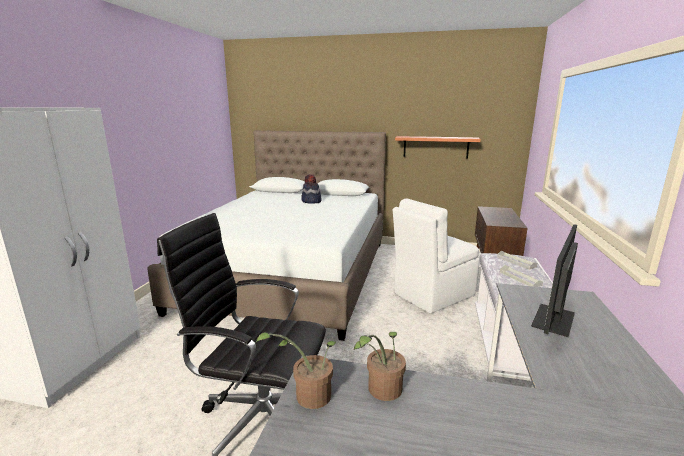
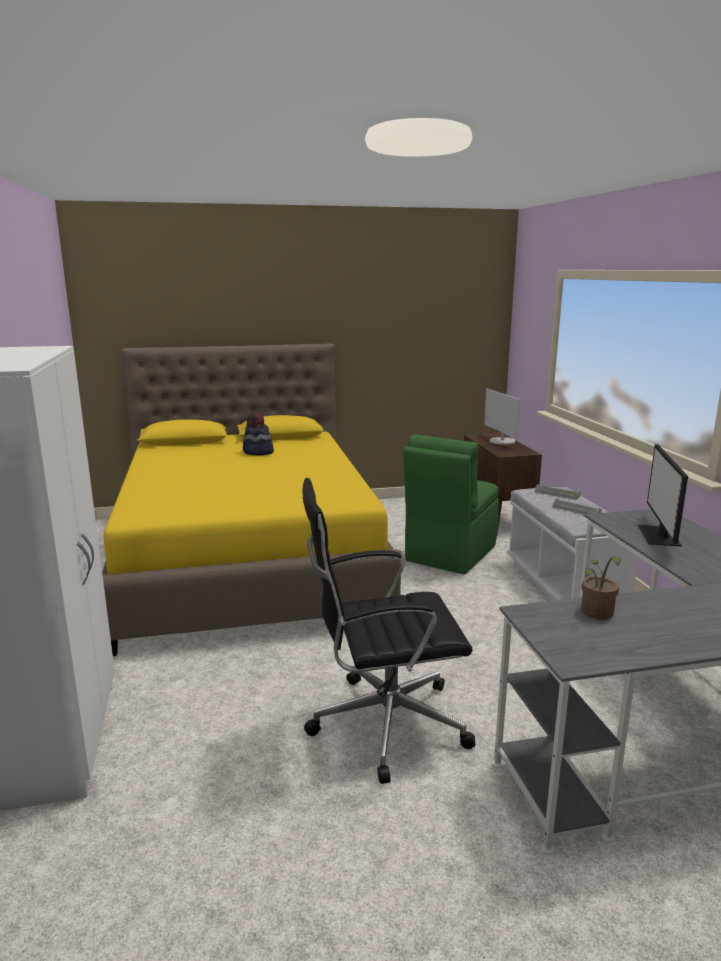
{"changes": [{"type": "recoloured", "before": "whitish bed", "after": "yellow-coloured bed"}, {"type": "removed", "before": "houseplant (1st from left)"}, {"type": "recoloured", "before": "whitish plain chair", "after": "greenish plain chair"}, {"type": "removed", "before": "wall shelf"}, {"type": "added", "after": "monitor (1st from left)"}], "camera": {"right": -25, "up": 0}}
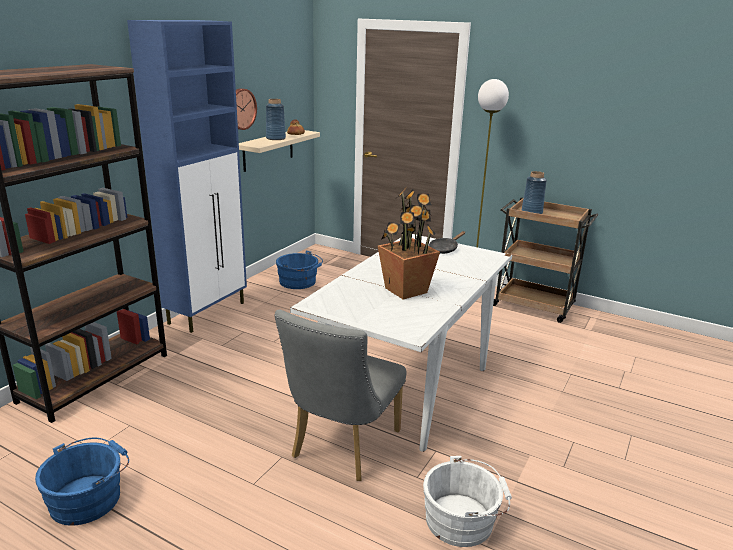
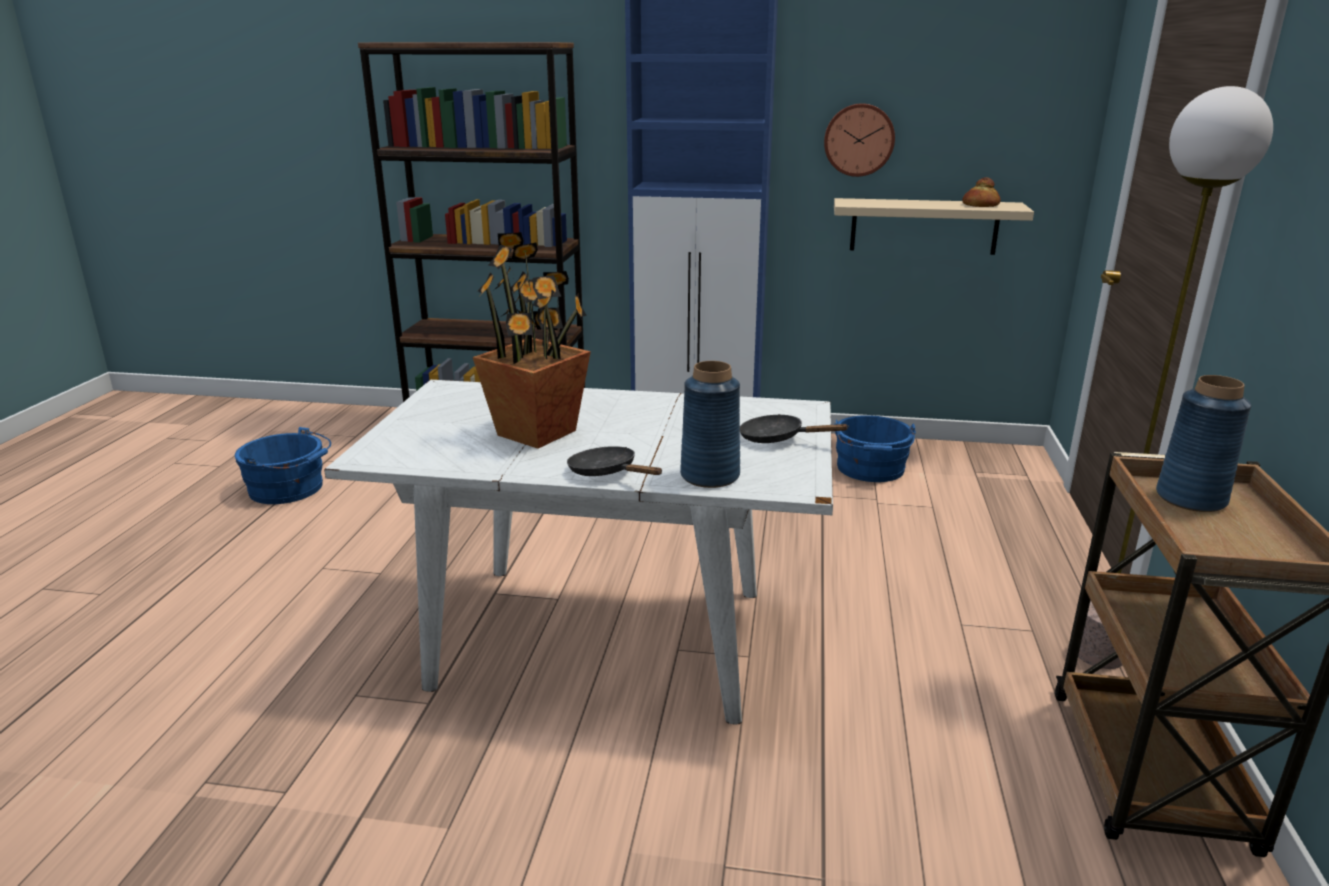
{"changes": [{"type": "moved", "before": "blue-coloured flower vase (1st from left)"}, {"type": "removed", "before": "grey plain chair"}, {"type": "removed", "before": "whitish water bucket"}, {"type": "added", "after": "black-coloured frying pan (1st from left)"}], "camera": {"right": 70, "up": 0}}
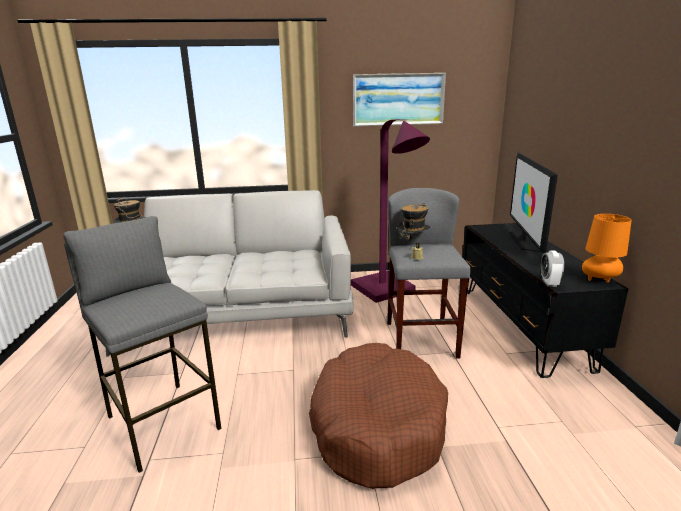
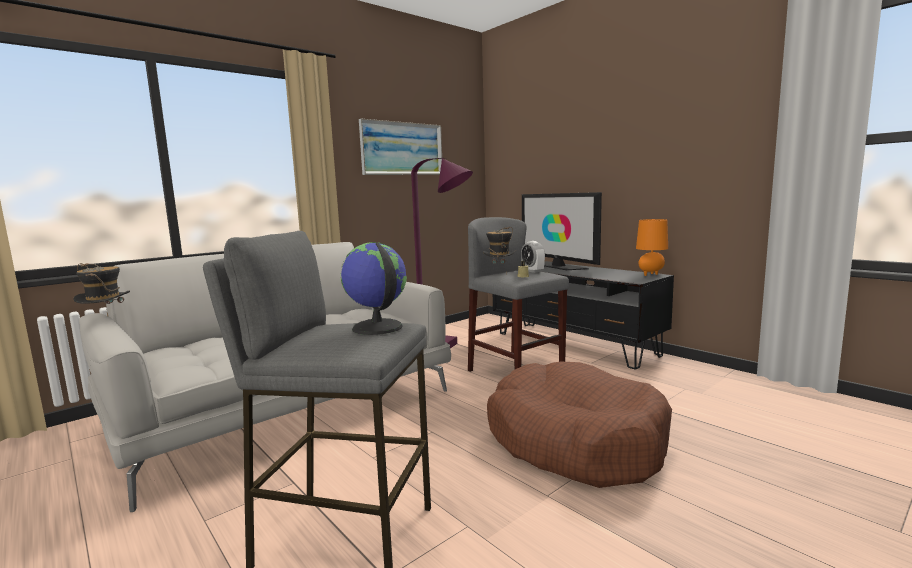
{"changes": [{"type": "moved", "before": "alarm clock"}, {"type": "added", "after": "world globe"}], "camera": {"right": -35, "up": -10}}
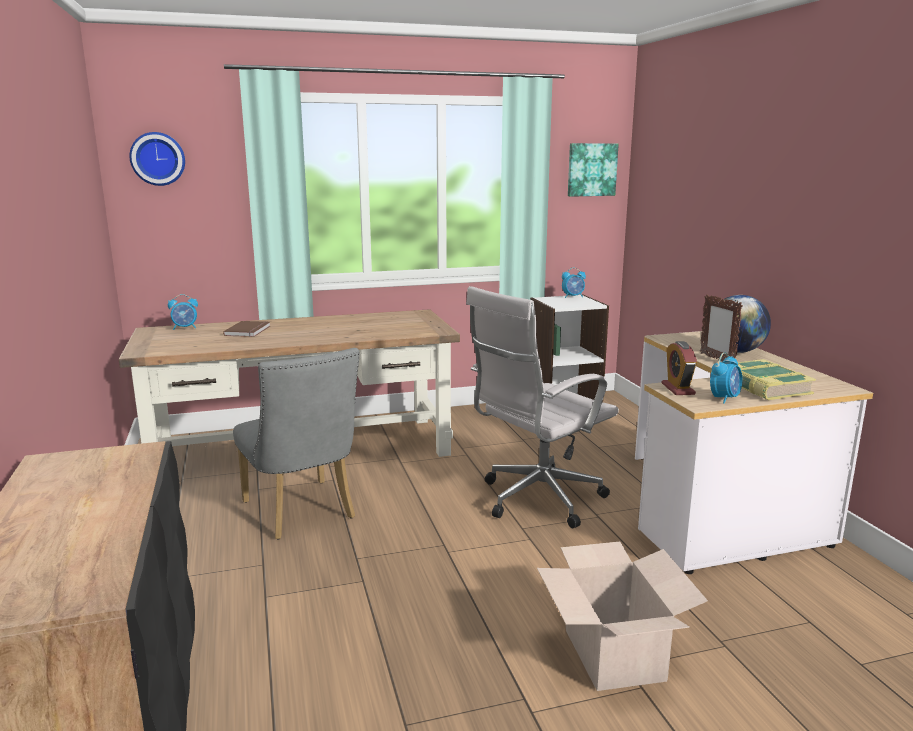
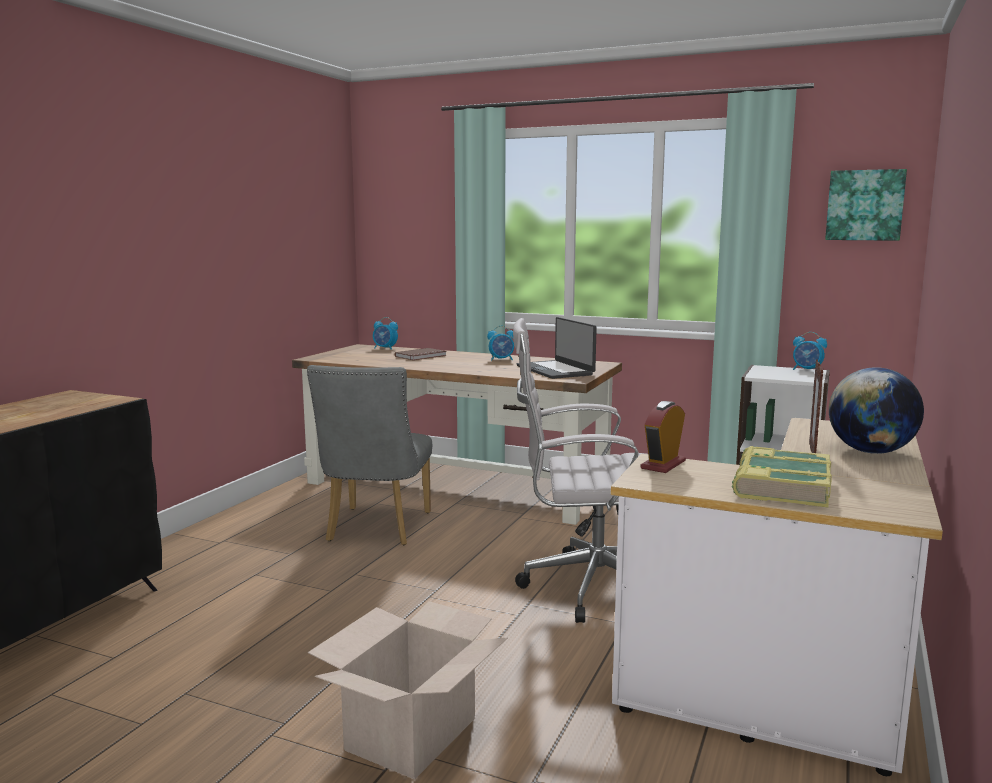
{"changes": [{"type": "removed", "before": "wall clock"}, {"type": "moved", "before": "alarm clock (4th from left in the first image)", "after": "alarm clock (2nd from left)"}, {"type": "added", "after": "notebook computer"}], "camera": {"right": 40, "up": -5}}
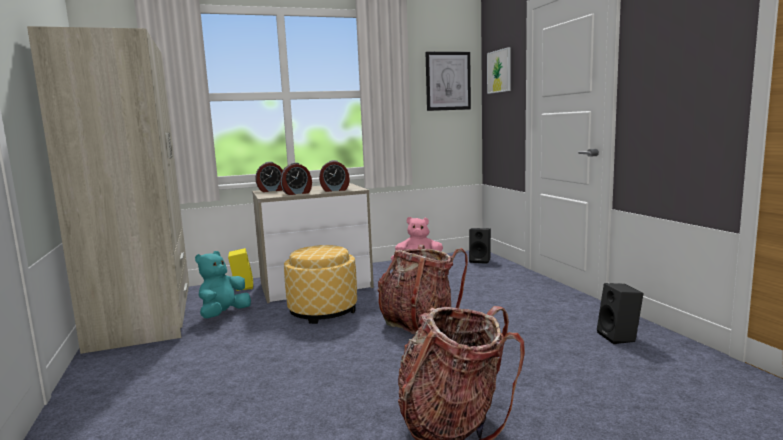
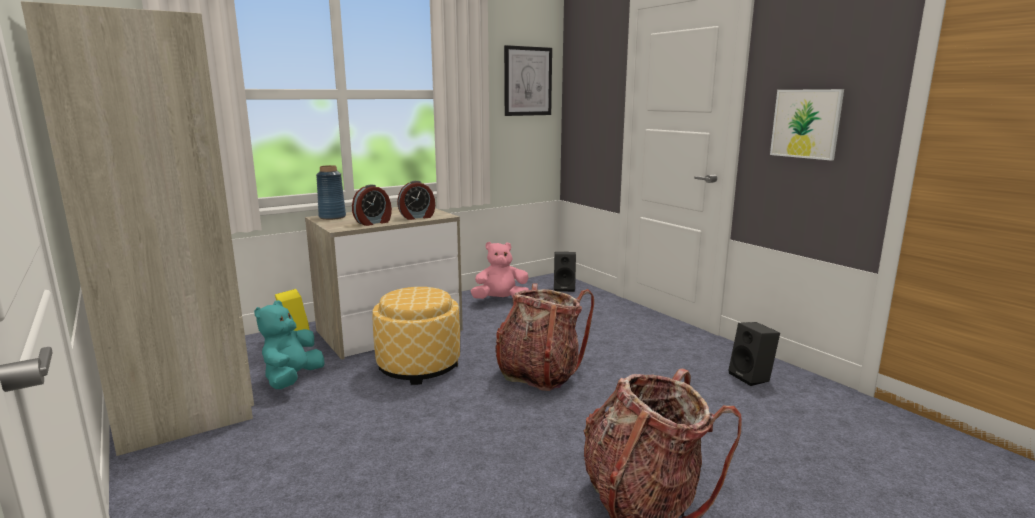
{"changes": [{"type": "replaced", "before": "alarm clock (1st from left)", "after": "blue-coloured flower vase"}, {"type": "moved", "before": "wall picture (2nd from left)"}], "camera": {"right": -15, "up": 5}}
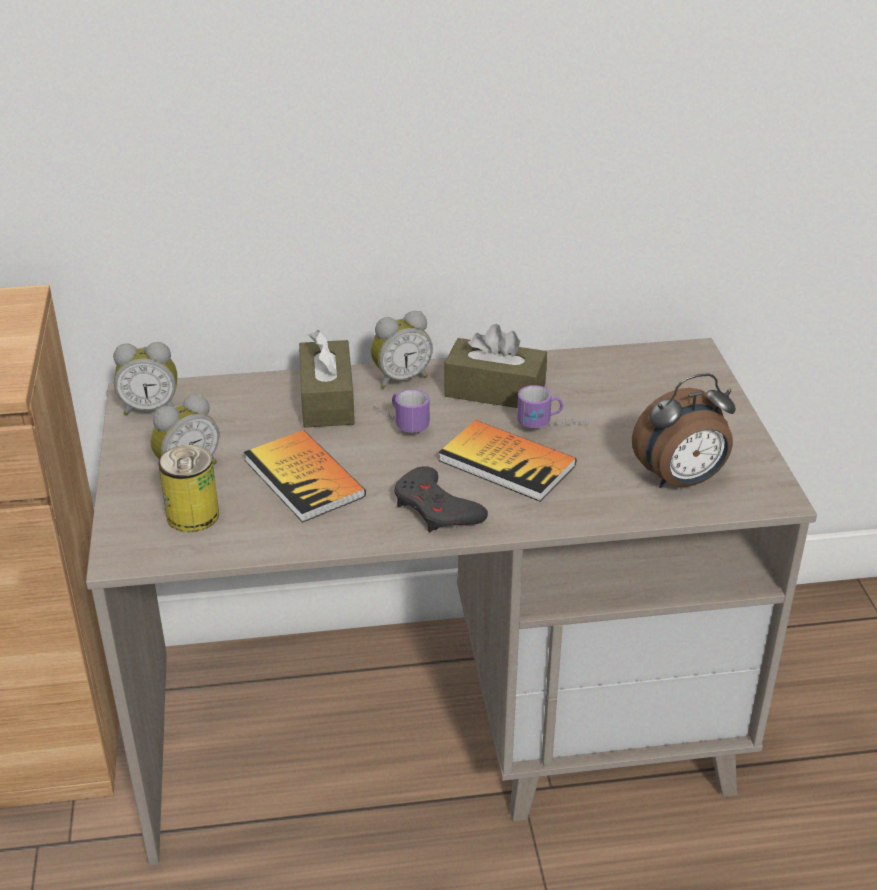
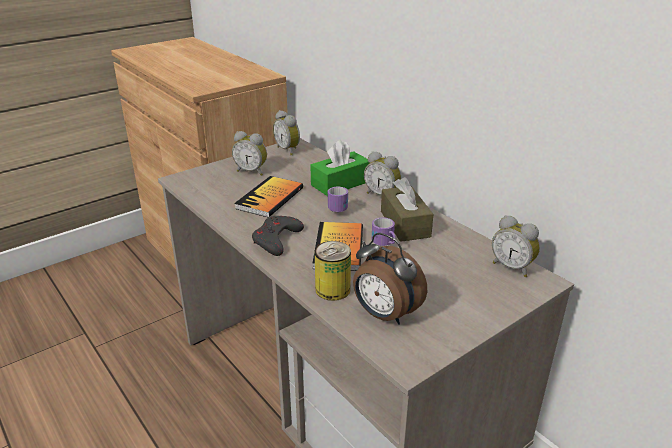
{"changes": [{"type": "moved", "before": "can"}, {"type": "recoloured", "before": "brownish tissue holder (1st from left)", "after": "greenish tissue holder"}, {"type": "added", "after": "alarm clock (5th from left)"}], "camera": {"right": 60, "up": -5}}
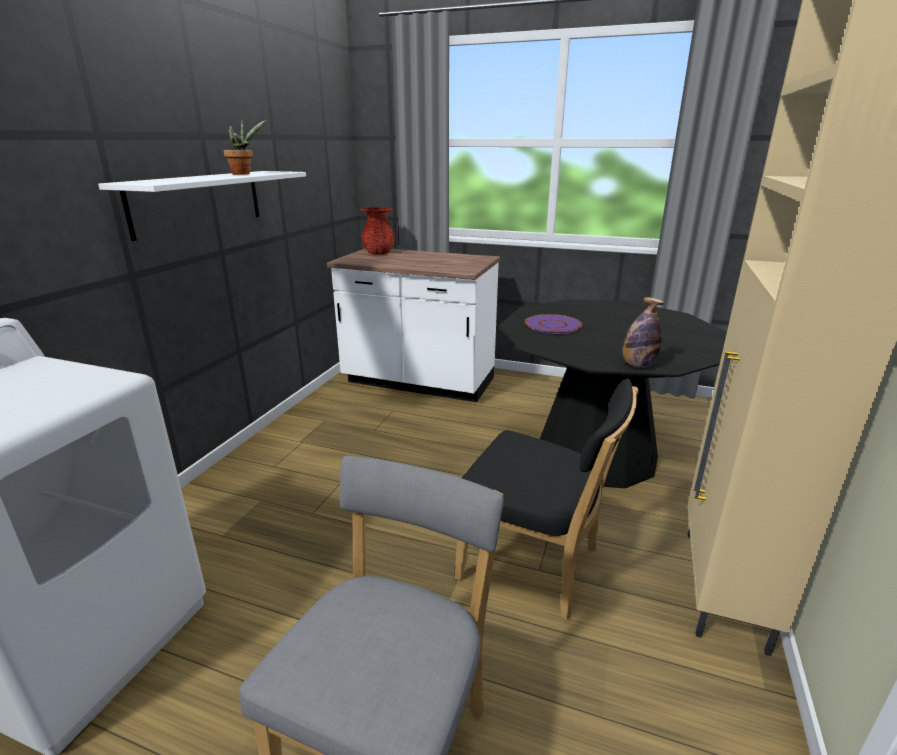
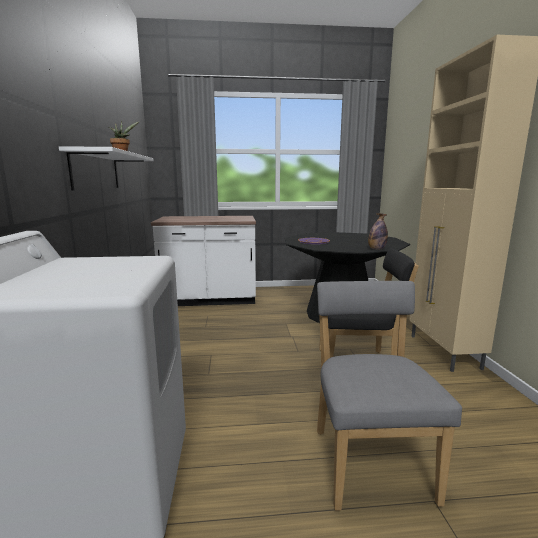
{"changes": [{"type": "removed", "before": "red-coloured flower vase"}], "camera": {"right": -25, "up": -10}}
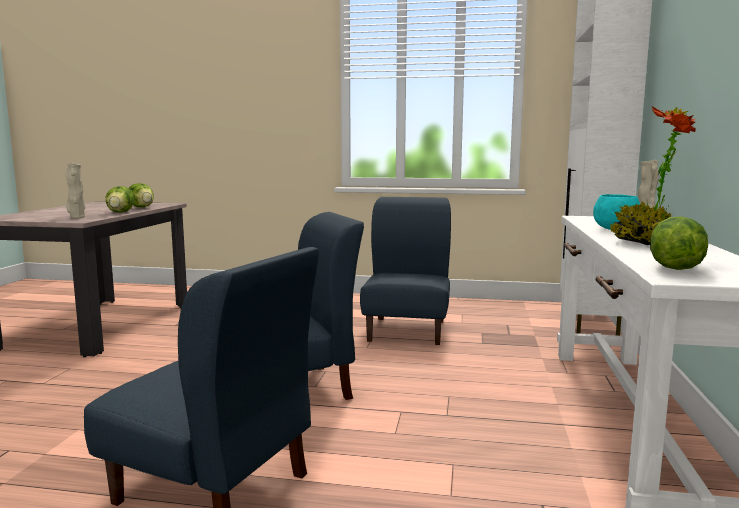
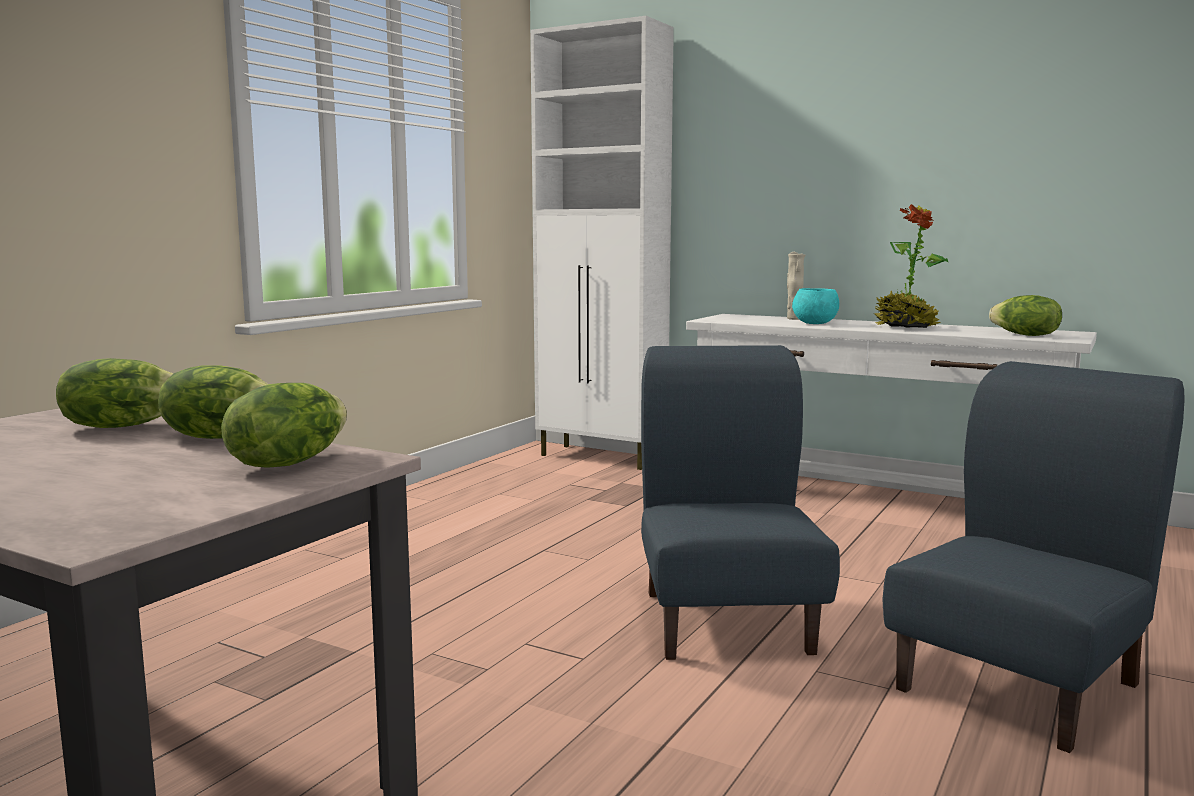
{"changes": [{"type": "replaced", "before": "beige flower vase (1st from left)", "after": "lettuce head (3rd from left)"}, {"type": "removed", "before": "blue-coloured plain chair (3rd from left)"}], "camera": {"right": -70, "up": 0}}
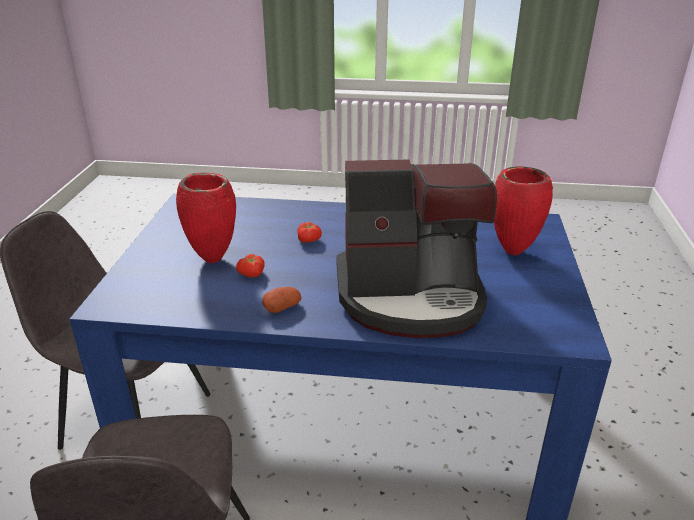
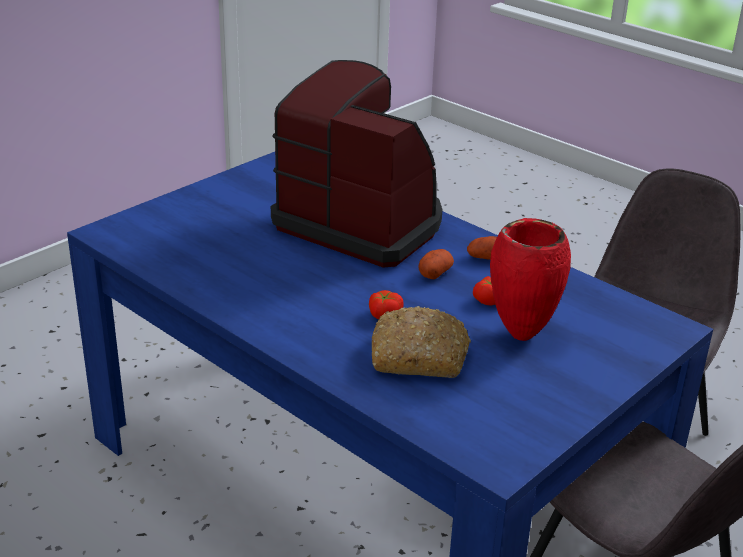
{"changes": [{"type": "removed", "before": "red-coloured flower vase (2nd from left)"}, {"type": "added", "after": "bread"}, {"type": "added", "after": "whole potato (1st from left)"}], "camera": {"right": -145, "up": 0}}
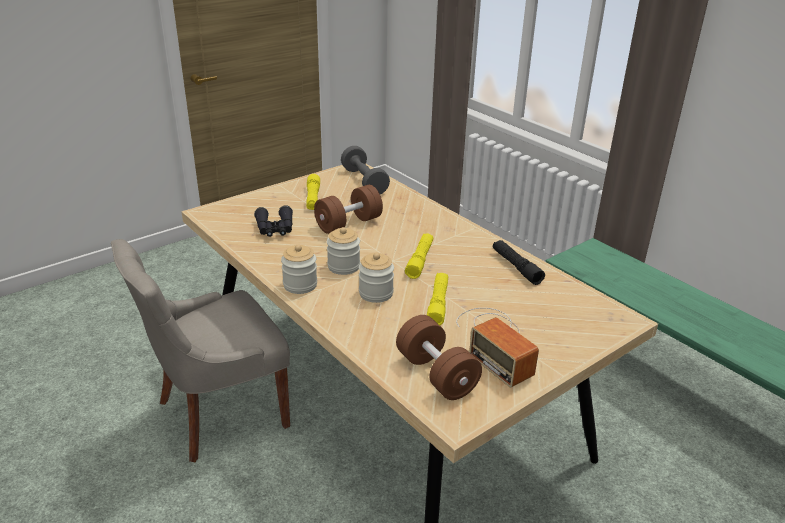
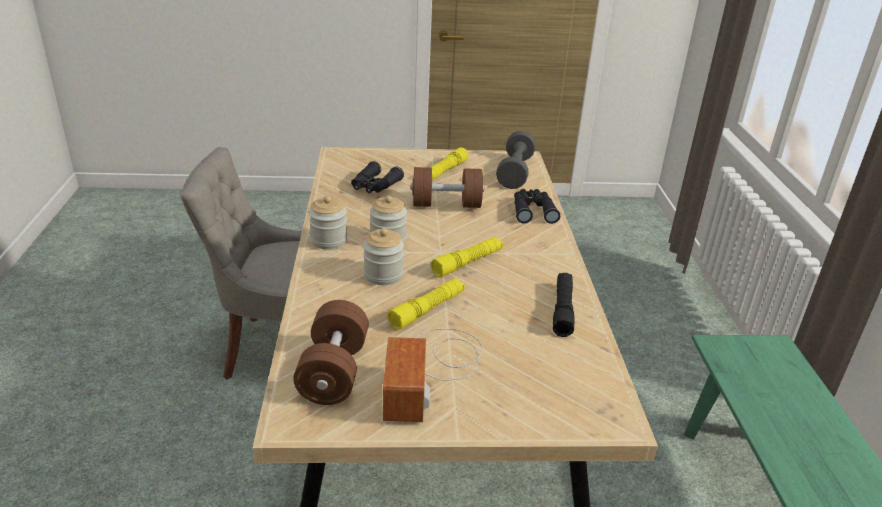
{"changes": [{"type": "added", "after": "black-coloured field glasses (2nd from left)"}], "camera": {"right": 35, "up": 0}}
